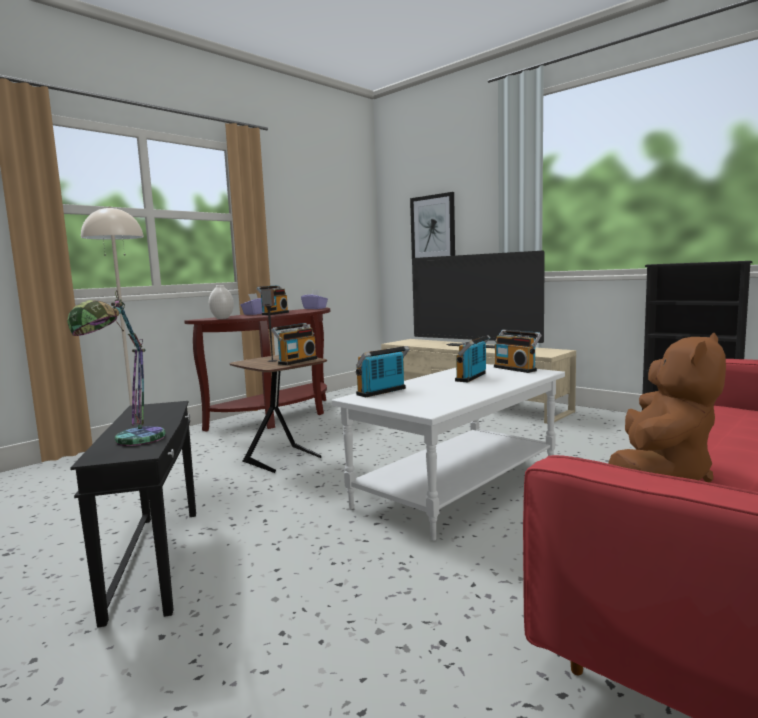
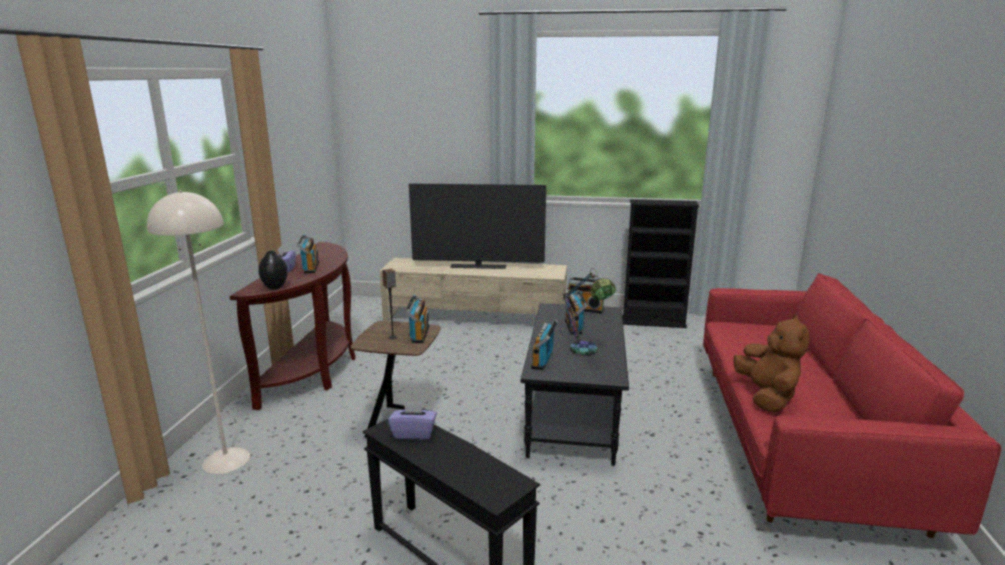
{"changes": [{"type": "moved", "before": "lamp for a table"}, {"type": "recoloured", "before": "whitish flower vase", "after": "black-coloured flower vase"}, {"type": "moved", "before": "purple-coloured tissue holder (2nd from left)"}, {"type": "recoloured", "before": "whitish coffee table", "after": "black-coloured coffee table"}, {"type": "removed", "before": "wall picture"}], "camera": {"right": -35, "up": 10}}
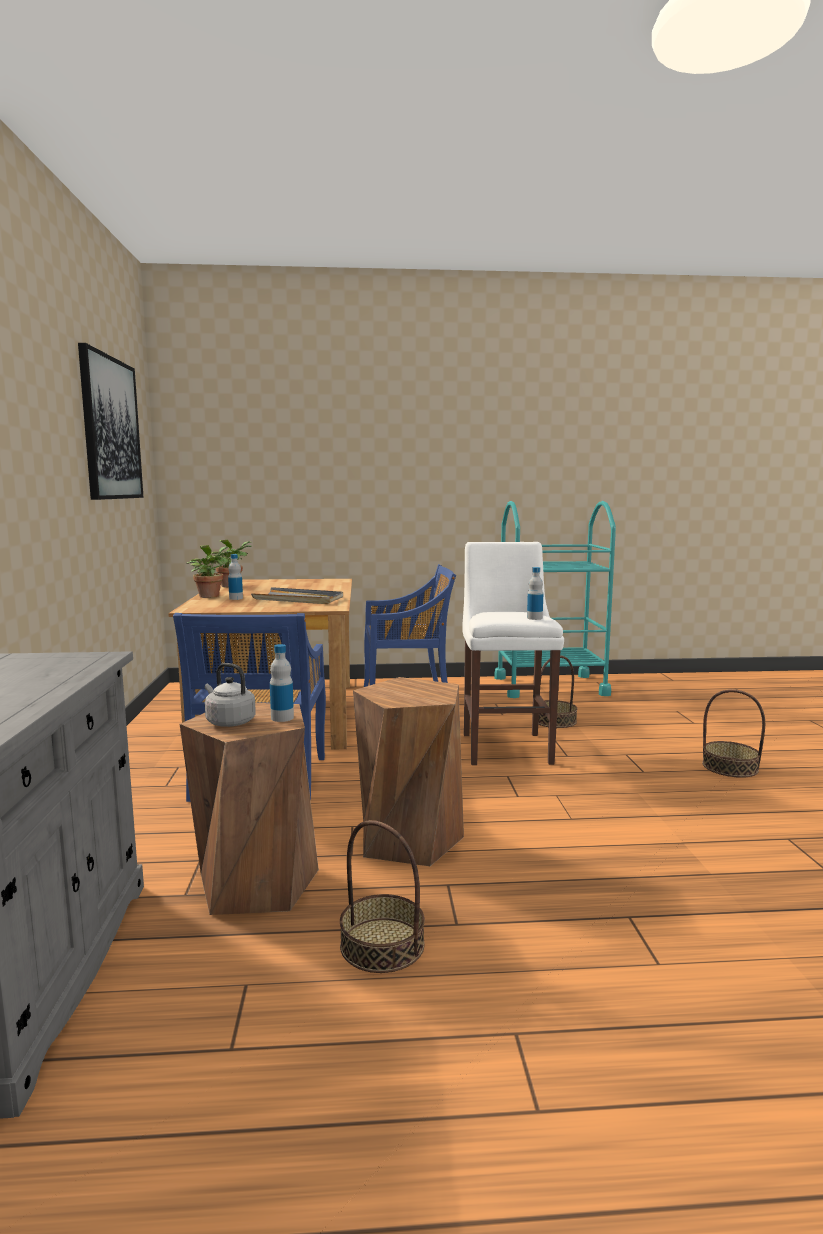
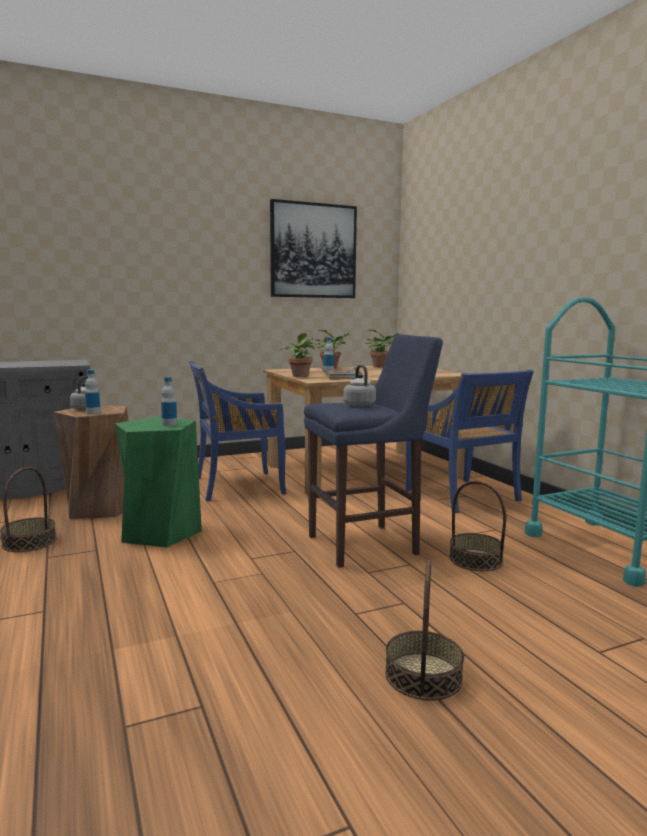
{"changes": [{"type": "recoloured", "before": "brownish stool seat (2nd from left)", "after": "greenish stool seat"}, {"type": "recoloured", "before": "whitish stool seat", "after": "blue-coloured stool seat"}, {"type": "moved", "before": "beverage bottle (3rd from left in the first image)", "after": "beverage bottle (2nd from left)"}, {"type": "added", "after": "houseplant (1st from left)"}, {"type": "added", "after": "grey water kettle (2nd from left)"}], "camera": {"right": 70, "up": 0}}
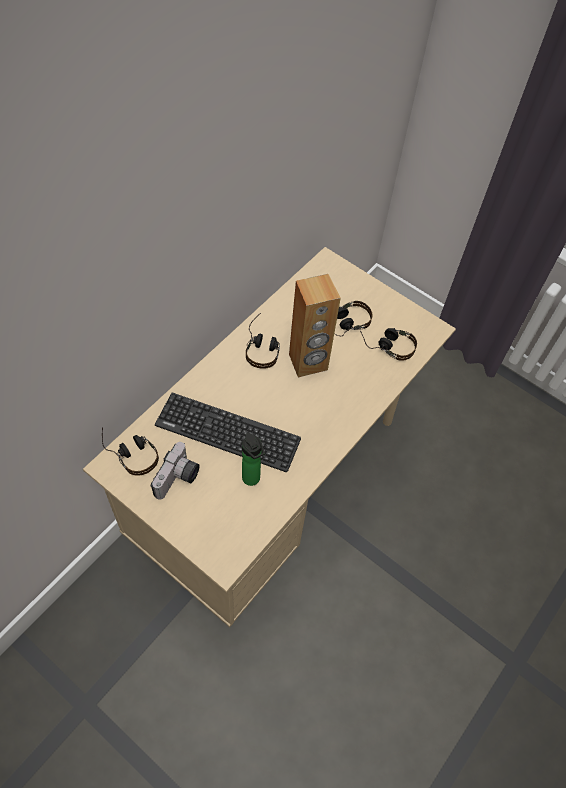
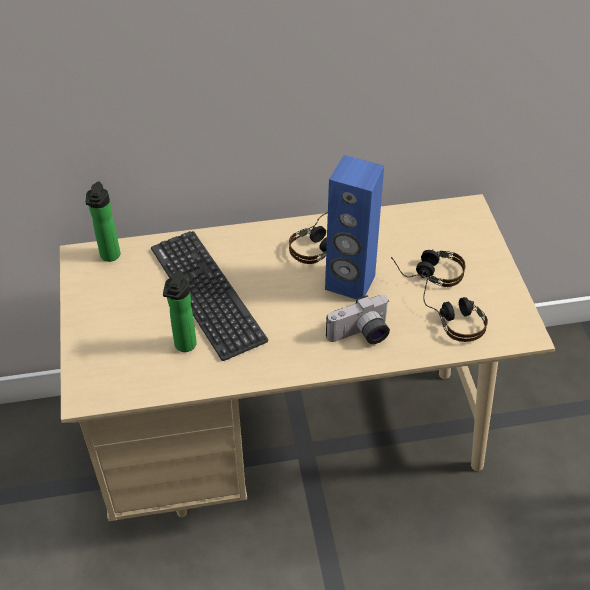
{"changes": [{"type": "replaced", "before": "pair of headphones (1st from left)", "after": "beverage bottle (1st from left)"}, {"type": "moved", "before": "still camera"}, {"type": "recoloured", "before": "brownish loudspeaker", "after": "blue-coloured loudspeaker"}], "camera": {"right": 45, "up": -10}}
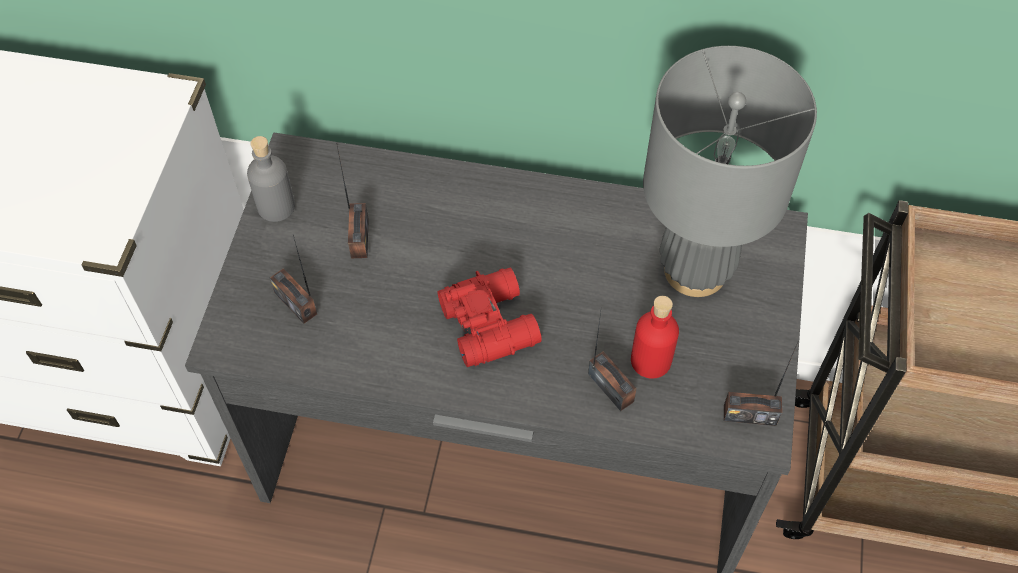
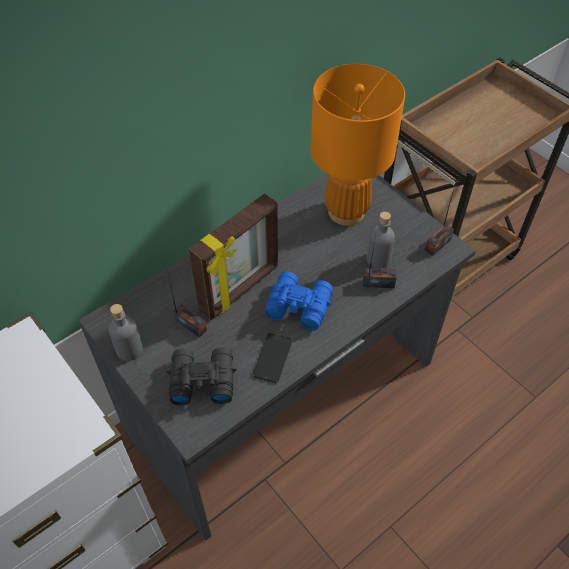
{"changes": [{"type": "replaced", "before": "radio (1st from left)", "after": "black-coloured field glasses"}, {"type": "recoloured", "before": "red-coloured field glasses", "after": "blue-coloured field glasses"}, {"type": "recoloured", "before": "red-coloured beverage bottle", "after": "grey beverage bottle (2nd from left)"}, {"type": "recoloured", "before": "grey lamp for a table", "after": "orangey lamp for a table"}, {"type": "added", "after": "photo frame"}, {"type": "added", "after": "handset"}], "camera": {"right": -50, "up": -5}}
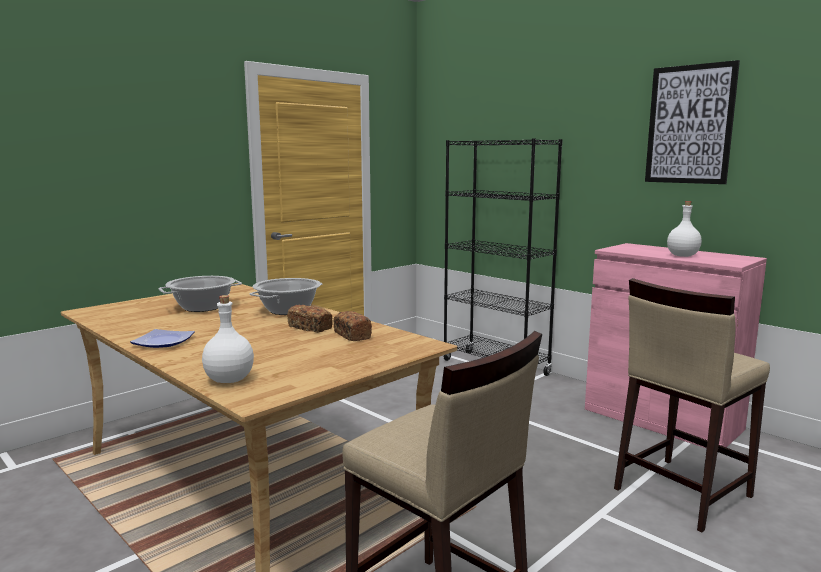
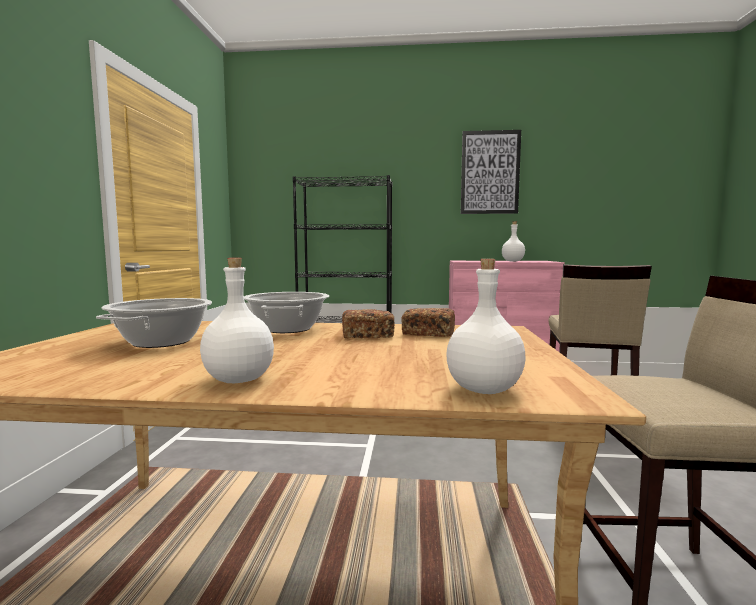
{"changes": [{"type": "replaced", "before": "dinner plate", "after": "whitish beverage bottle (1st from left)"}], "camera": {"right": -40, "up": -5}}
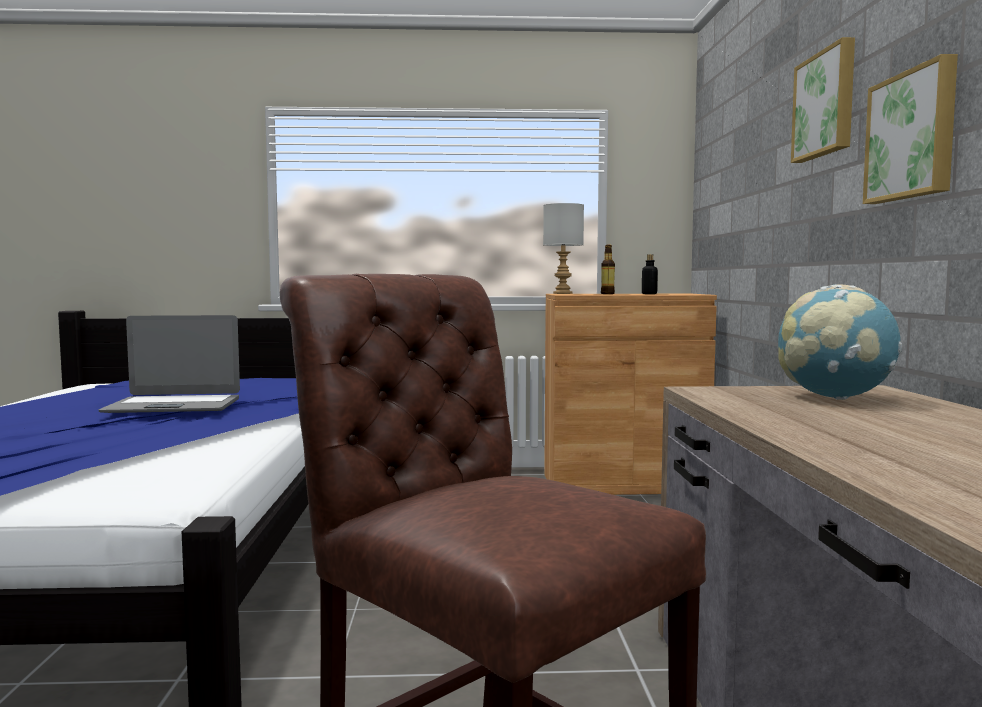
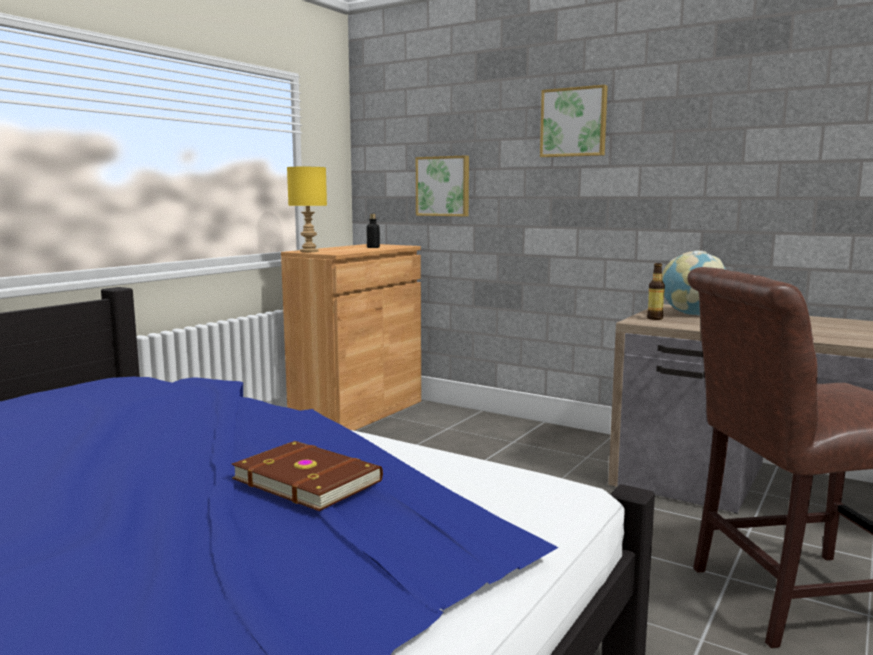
{"changes": [{"type": "removed", "before": "notebook computer"}, {"type": "recoloured", "before": "grey lamp for a table", "after": "yellow-coloured lamp for a table"}, {"type": "moved", "before": "beverage bottle (1st from left in the first image)", "after": "beverage bottle (2nd from left)"}, {"type": "moved", "before": "wall picture (2nd from left in the first image)", "after": "wall picture (1st from left)"}, {"type": "added", "after": "brownish volume"}], "camera": {"right": -55, "up": 5}}
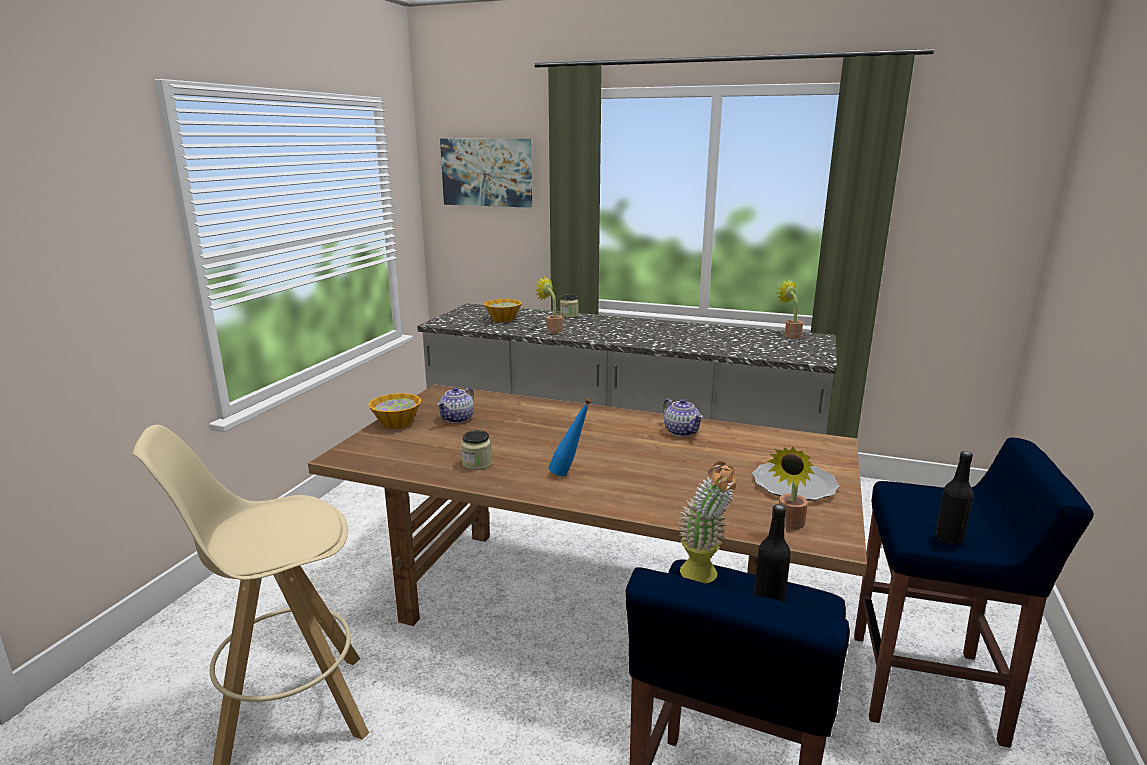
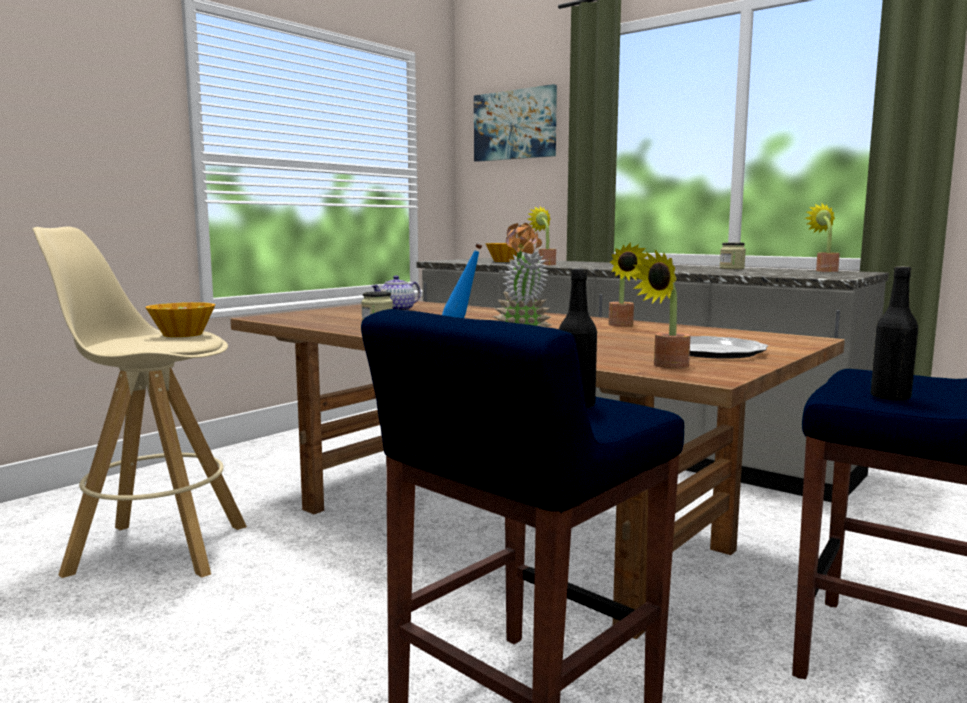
{"changes": [{"type": "moved", "before": "deep dish (1st from left)"}, {"type": "moved", "before": "preserve jar (2nd from left)"}, {"type": "replaced", "before": "teapot (2nd from left)", "after": "houseplant (3rd from left)"}], "camera": {"right": 20, "up": -10}}
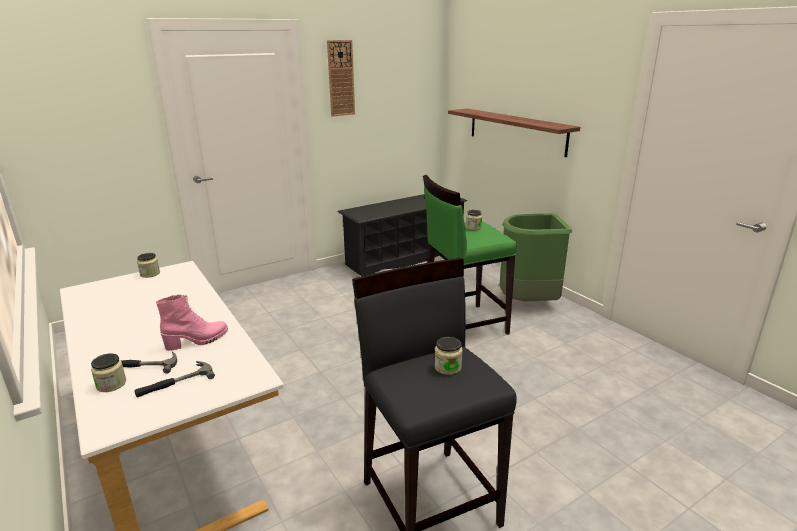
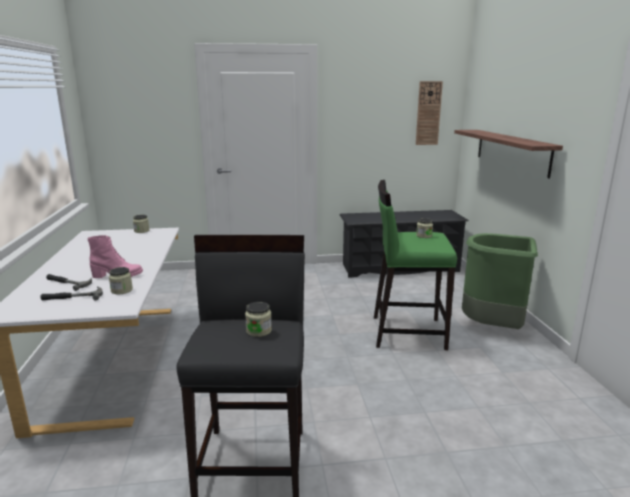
{"changes": [{"type": "moved", "before": "preserve jar (1st from left)"}, {"type": "moved", "before": "wall clock"}], "camera": {"right": 25, "up": -5}}
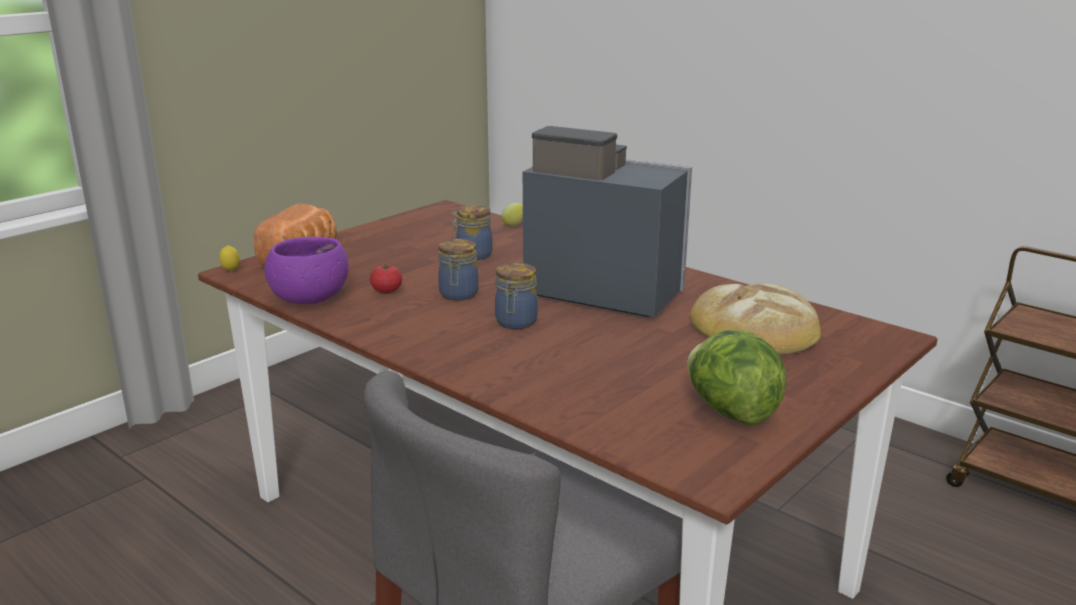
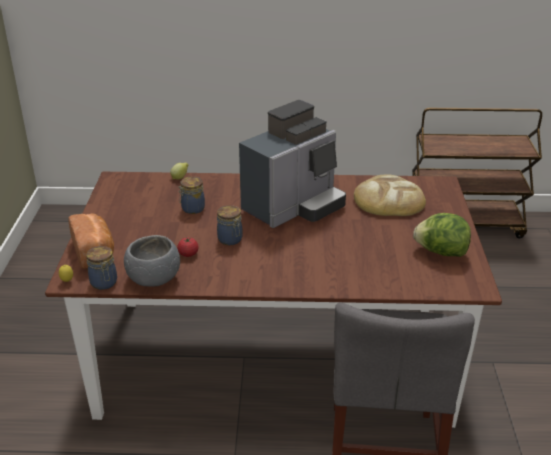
{"changes": [{"type": "recoloured", "before": "purple-coloured deep dish", "after": "grey deep dish"}, {"type": "moved", "before": "preserve jar (3rd from left in the first image)", "after": "preserve jar (1st from left)"}, {"type": "turned", "before": "coffee machine", "turn": 150}], "camera": {"right": -40, "up": 10}}
